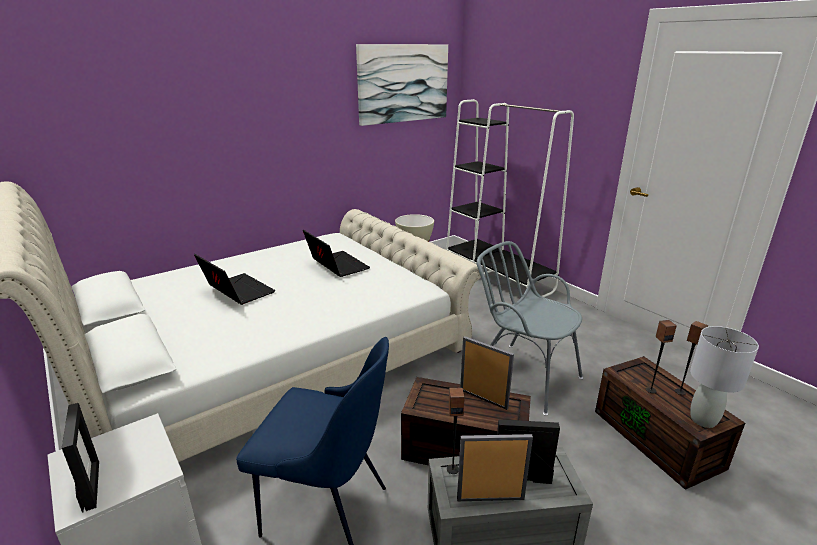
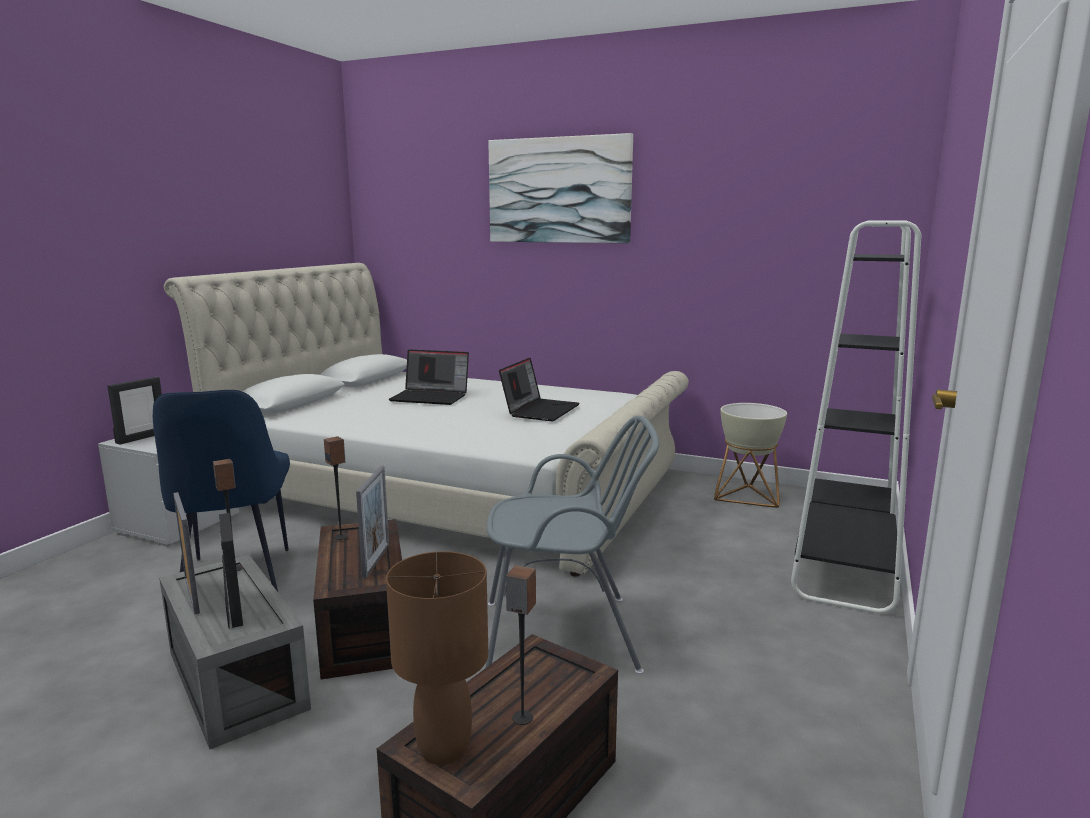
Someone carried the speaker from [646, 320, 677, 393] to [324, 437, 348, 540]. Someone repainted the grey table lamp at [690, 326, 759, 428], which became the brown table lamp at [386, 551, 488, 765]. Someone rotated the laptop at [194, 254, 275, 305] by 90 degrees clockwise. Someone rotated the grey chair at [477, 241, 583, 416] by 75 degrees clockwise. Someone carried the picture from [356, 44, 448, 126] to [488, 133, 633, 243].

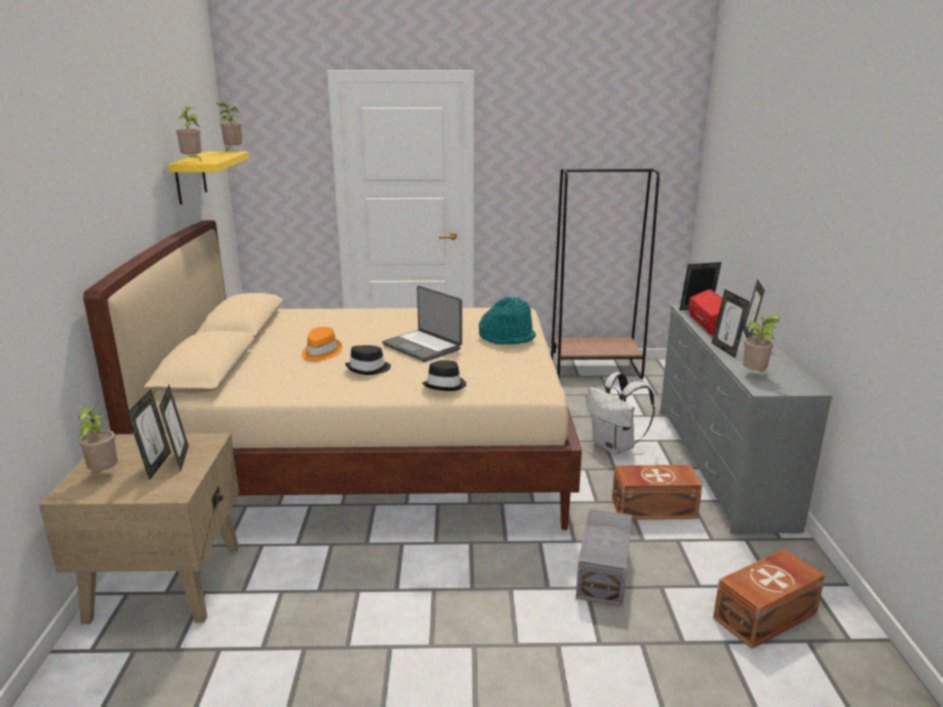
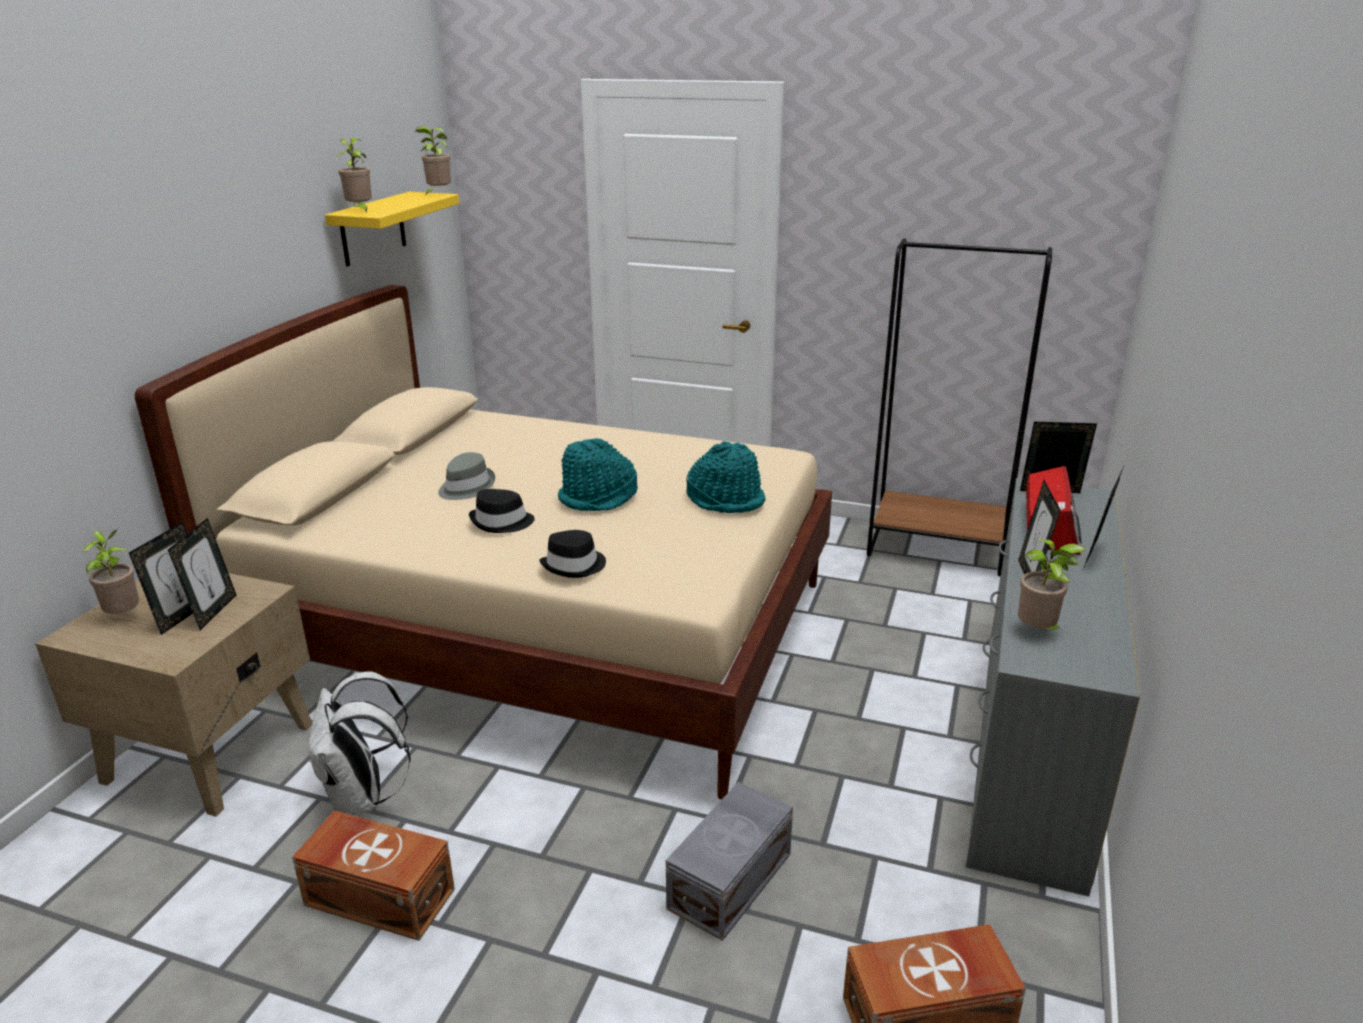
Someone carried the brown storage box from [612, 465, 702, 520] to [292, 810, 455, 941]. Someone carried the white backpack from [586, 372, 655, 455] to [309, 671, 411, 815]. Someone repainted the orange hat at [302, 327, 342, 361], which became the grey hat at [438, 452, 495, 500]. Someone swapped the laptop at [382, 286, 462, 362] for the turquoise hat at [558, 438, 638, 511].

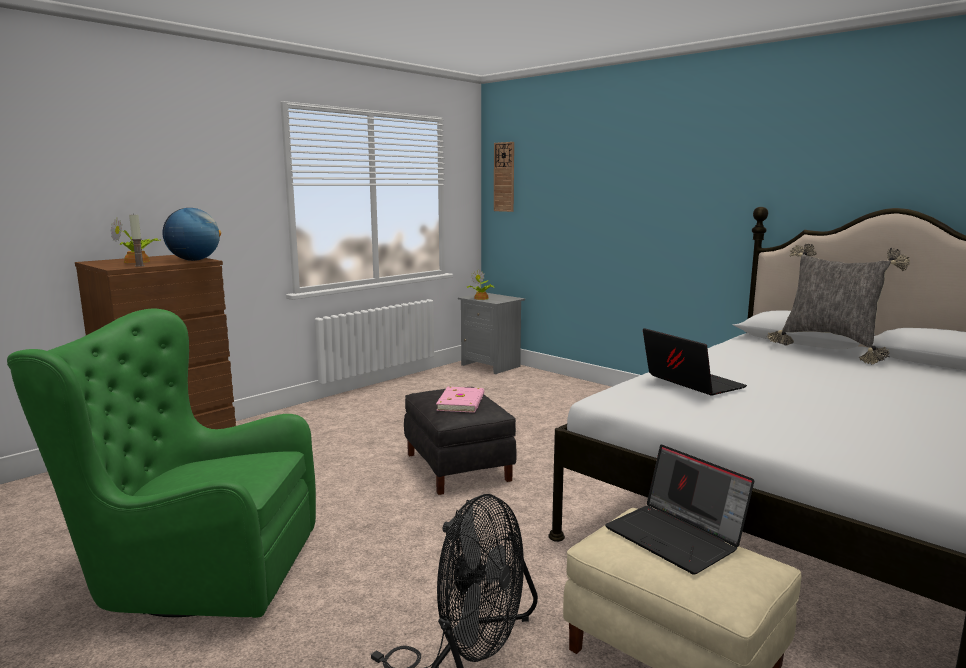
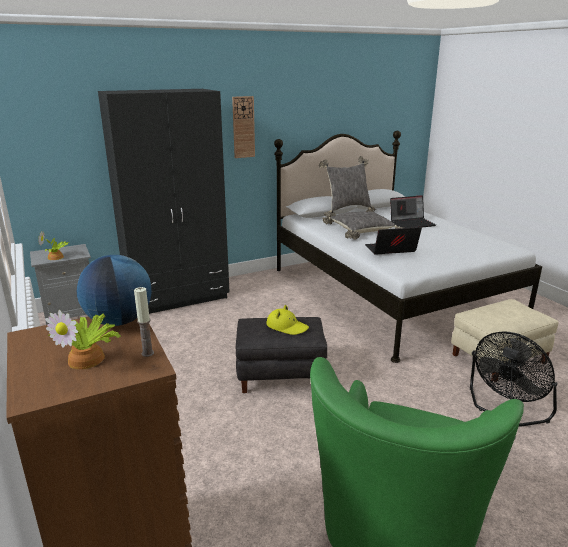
Someone put down the black wardrobe at [98, 89, 230, 314]. Someone carried the wall clock from [494, 142, 514, 212] to [232, 96, 255, 158]. Someone swapped the pink book at [436, 387, 484, 413] for the yellow hat at [266, 305, 309, 335]. Someone put down the pillow at [322, 211, 405, 240]. Someone carried the laptop from [605, 445, 754, 575] to [390, 195, 436, 228].

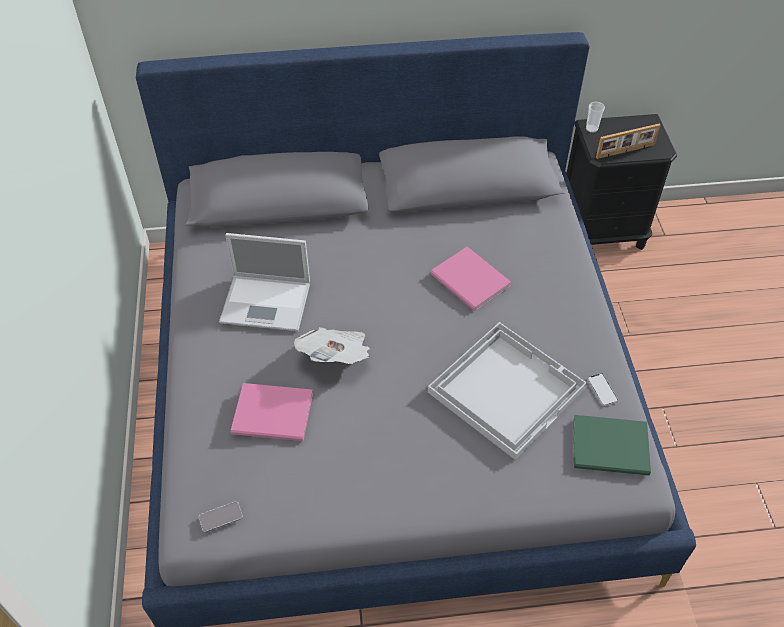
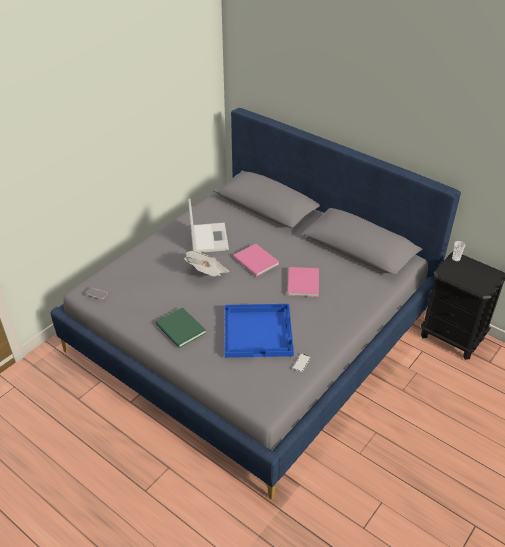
Someone carried the green book from [573, 415, 651, 476] to [155, 307, 206, 348]. Someone rotated the laptop at [219, 233, 310, 331] by 150 degrees counterclockwise. Someone repainted the white tray at [428, 322, 587, 460], which became the blue tray at [225, 304, 294, 358]. Someone carried the pink book from [231, 383, 313, 441] to [233, 244, 279, 276]. Someone took away the picture frame at [596, 124, 661, 159].

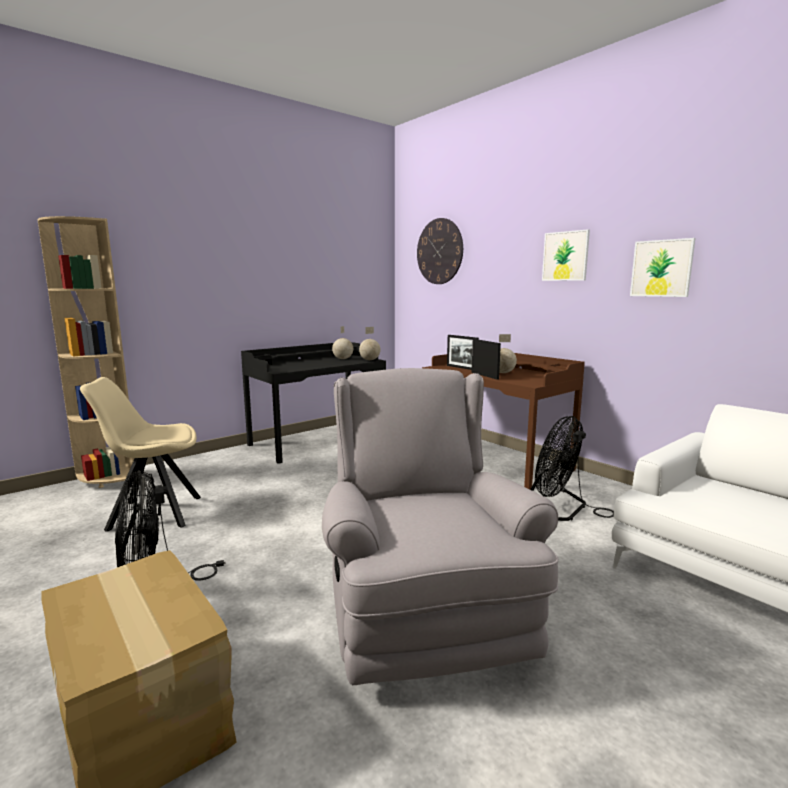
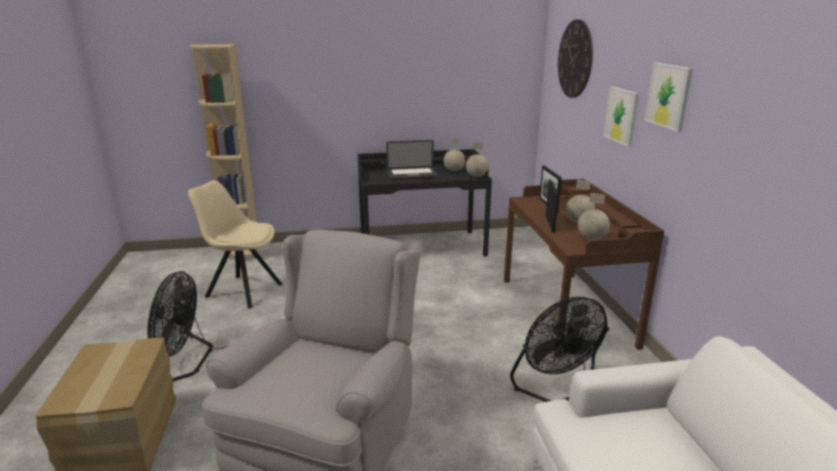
Someone put down the laptop at [386, 140, 438, 180]. Someone put down the globe at [578, 193, 610, 240]. Someone carried the picture from [630, 238, 696, 297] to [603, 86, 639, 147].

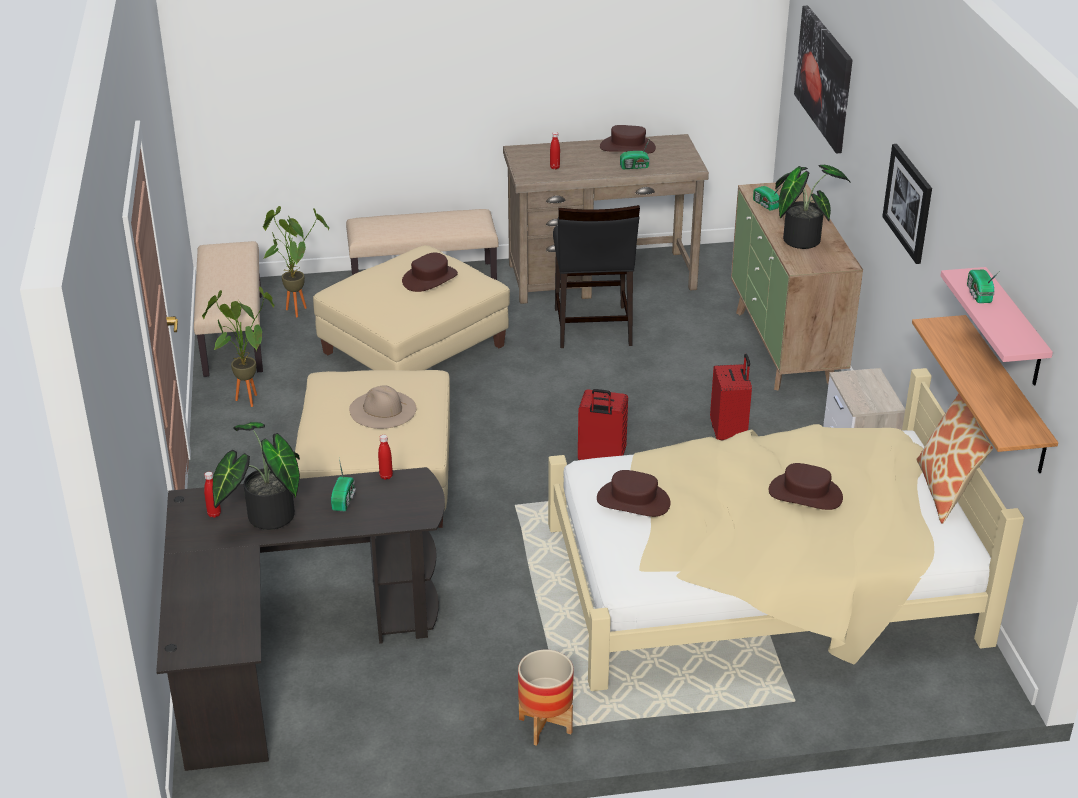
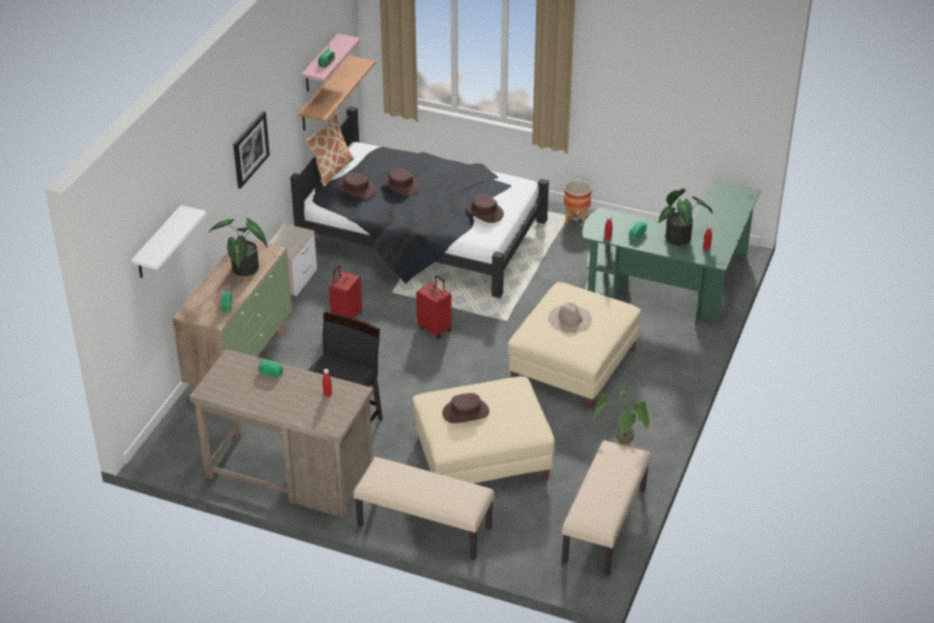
Someone swapped the picture at [794, 6, 853, 153] for the white shelf at [131, 205, 206, 278]. Someone repainted the beige bed at [548, 368, 1024, 691], which became the black bed at [290, 106, 549, 298]. Someone carried the brown hat from [600, 125, 656, 153] to [338, 172, 376, 199]. Someone repainted the black desk at [156, 467, 445, 771], which became the green desk at [583, 180, 761, 326]. Someone took away the potted plant at [263, 206, 329, 317].

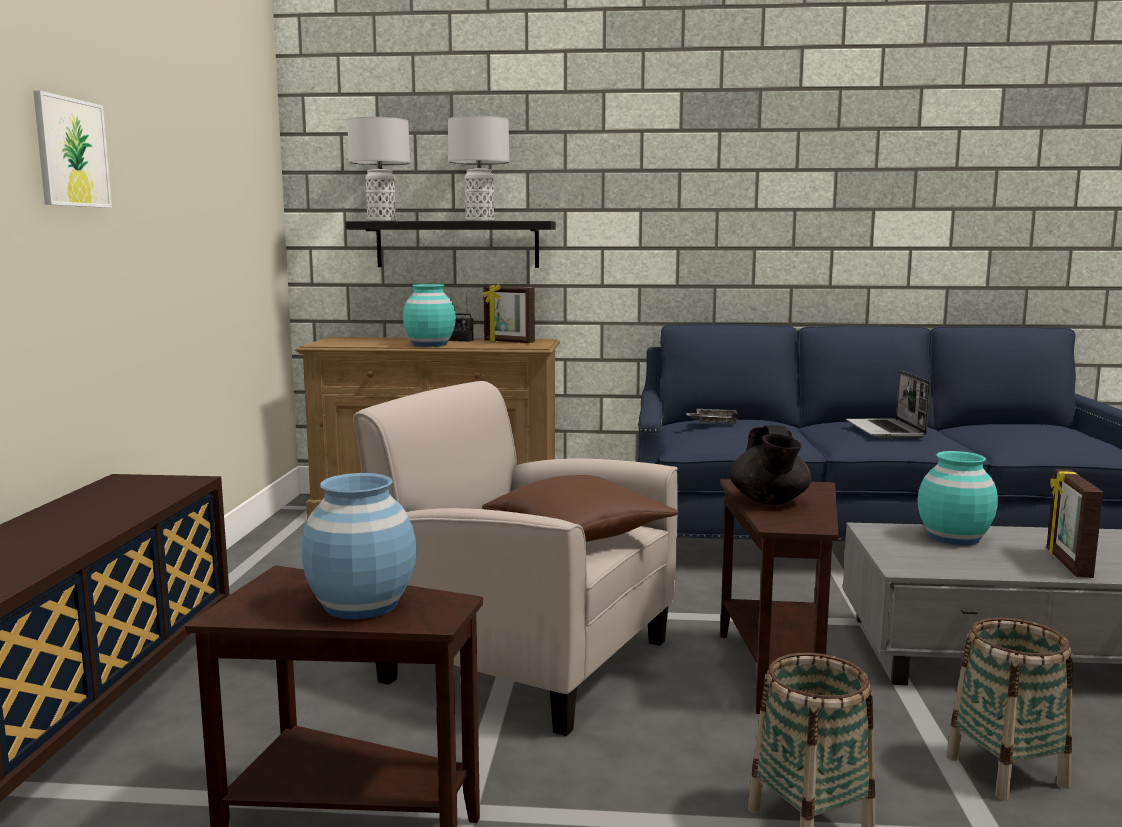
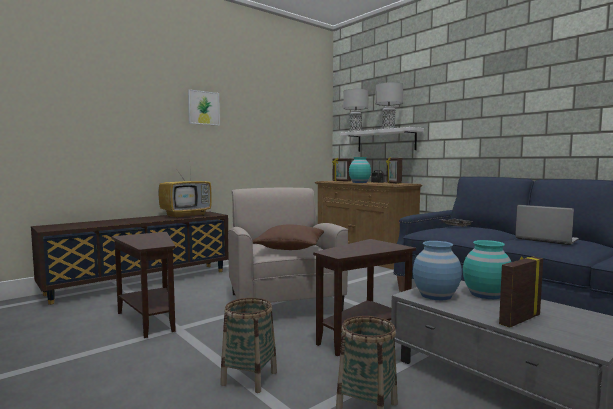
Someone put down the television at [159, 164, 212, 218]. Someone put down the picture frame at [332, 158, 351, 181]. Someone repainted the black shelf at [345, 221, 556, 268], which became the white shelf at [340, 127, 424, 152]. Someone carried the blue vase from [302, 473, 417, 619] to [413, 241, 462, 300]. Someone rotated the laptop at [846, 370, 930, 438] by 90 degrees clockwise. Someone took away the black teapot at [730, 425, 811, 505].

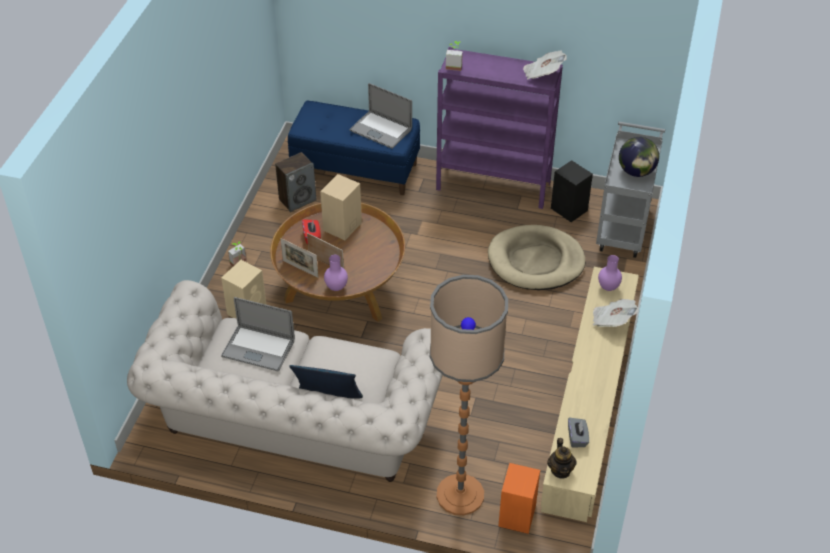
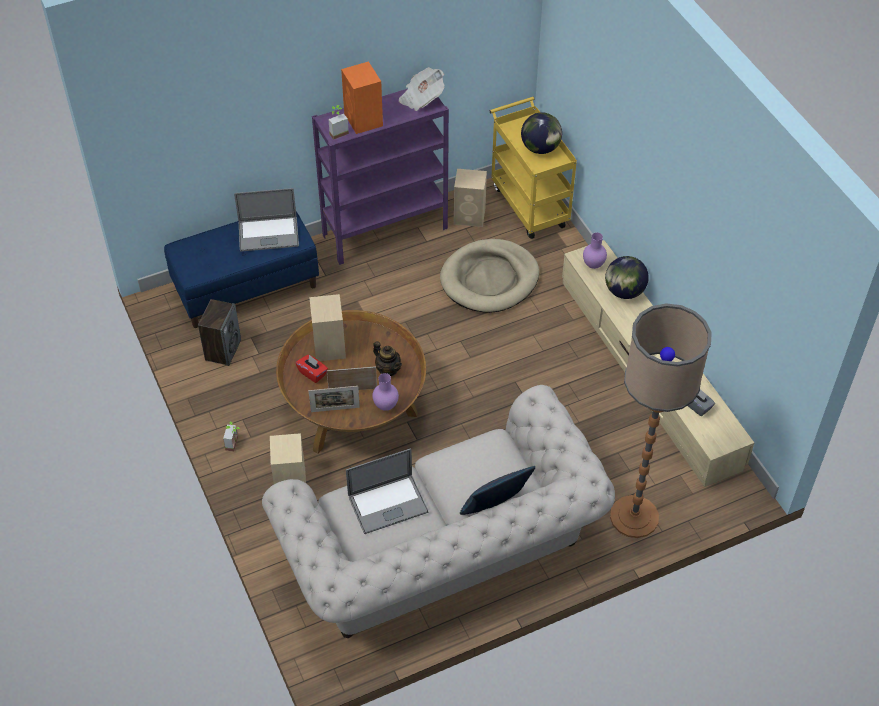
Someone carried the orange speaker from [498, 463, 540, 534] to [341, 61, 383, 134]. Someone carried the teapot from [547, 438, 577, 479] to [373, 341, 402, 376]. Someone repainted the black speaker at [551, 160, 593, 222], which became the beige speaker at [454, 169, 487, 227]. Someone repainted the grey cart at [596, 122, 665, 258], which became the yellow cart at [490, 97, 577, 239]. Someone swapped the newspaper at [593, 299, 638, 327] for the globe at [605, 256, 649, 299].

